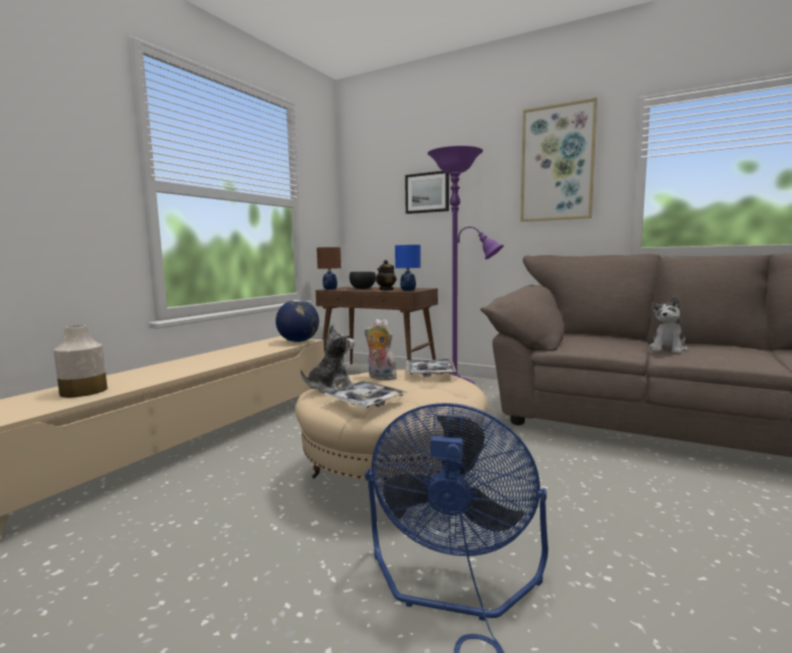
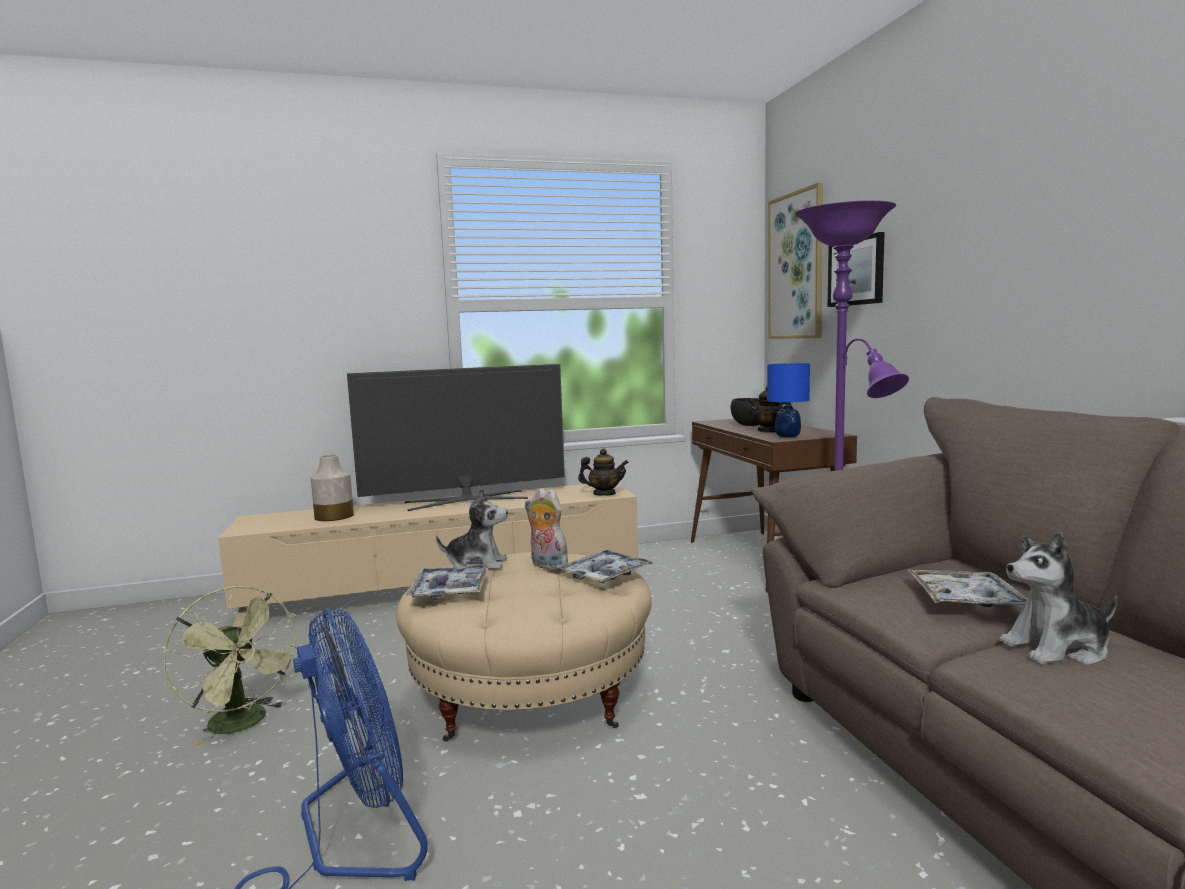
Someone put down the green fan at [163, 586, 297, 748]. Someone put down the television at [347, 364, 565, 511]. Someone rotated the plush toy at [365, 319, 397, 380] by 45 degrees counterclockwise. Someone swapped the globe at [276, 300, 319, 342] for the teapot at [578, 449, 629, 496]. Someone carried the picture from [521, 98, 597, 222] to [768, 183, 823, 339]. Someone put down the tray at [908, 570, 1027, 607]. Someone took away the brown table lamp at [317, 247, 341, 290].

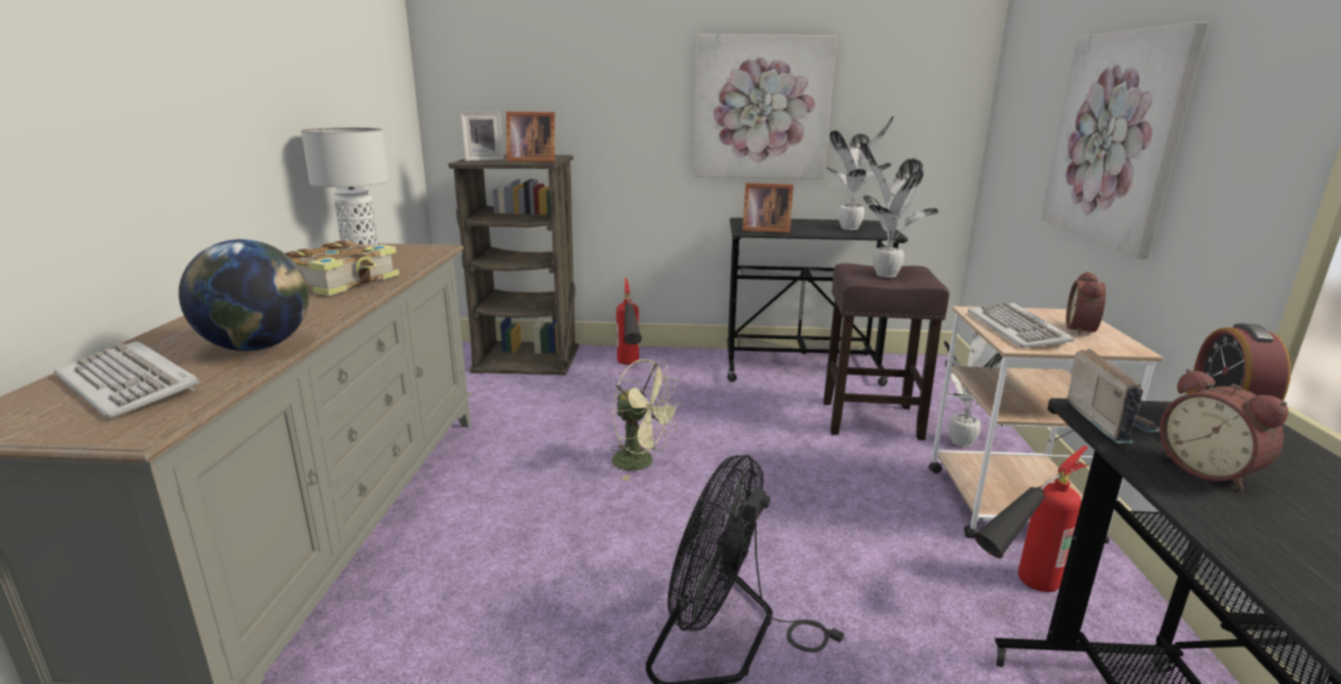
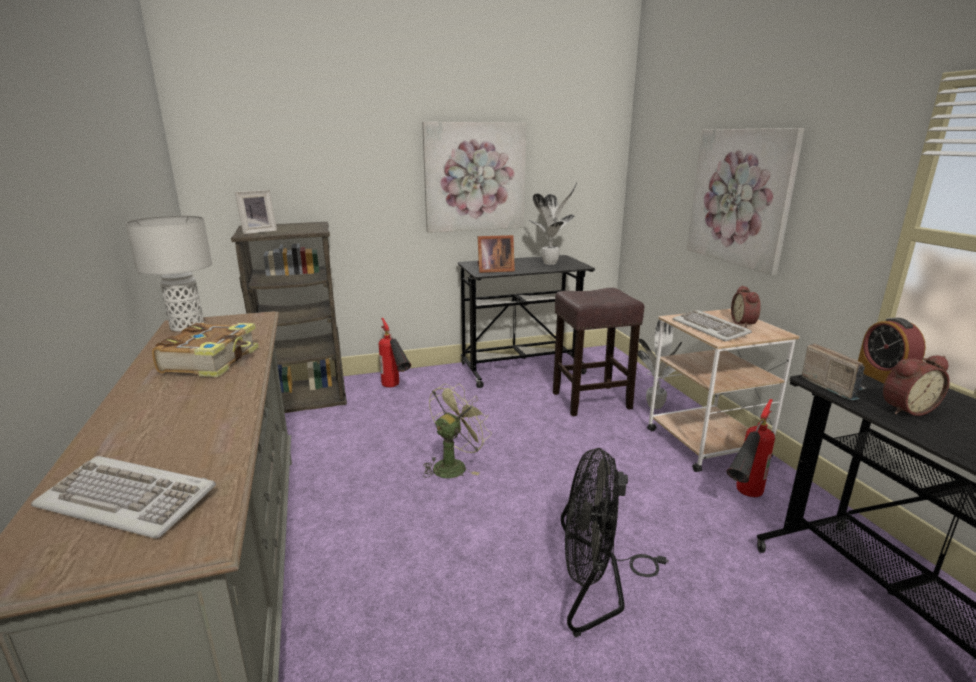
Someone rotated the green fan at [611, 359, 682, 481] by 60 degrees counterclockwise. Someone rotated the alarm clock at [1160, 369, 1288, 491] by 60 degrees counterclockwise. Someone took away the globe at [179, 239, 309, 351]. Someone took away the picture frame at [506, 112, 555, 162]. Someone took away the potted plant at [861, 142, 939, 278].

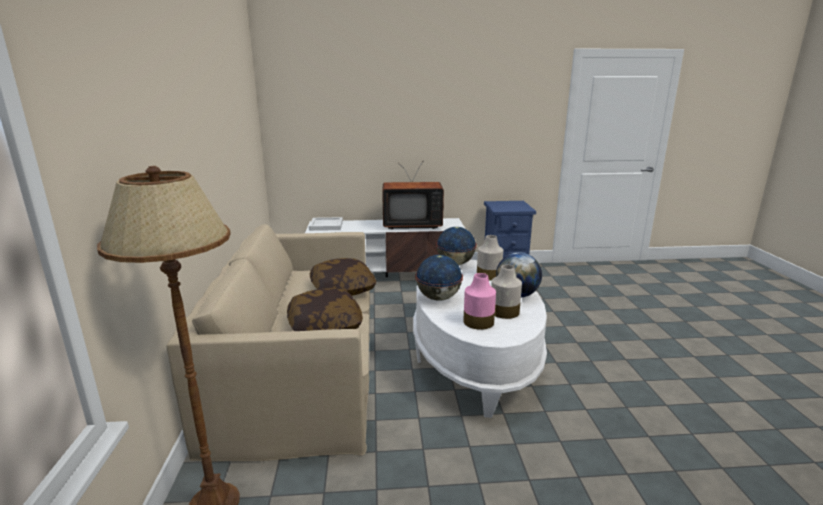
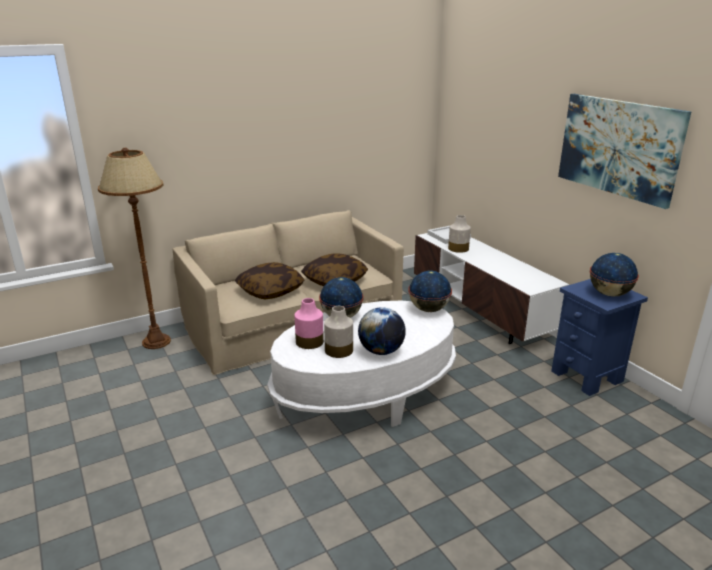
Someone carried the beige vase from [477, 235, 503, 280] to [448, 215, 471, 253]. Someone put up the picture at [558, 94, 691, 209]. Someone put down the globe at [589, 253, 639, 297]. Someone took away the television at [382, 160, 444, 229].

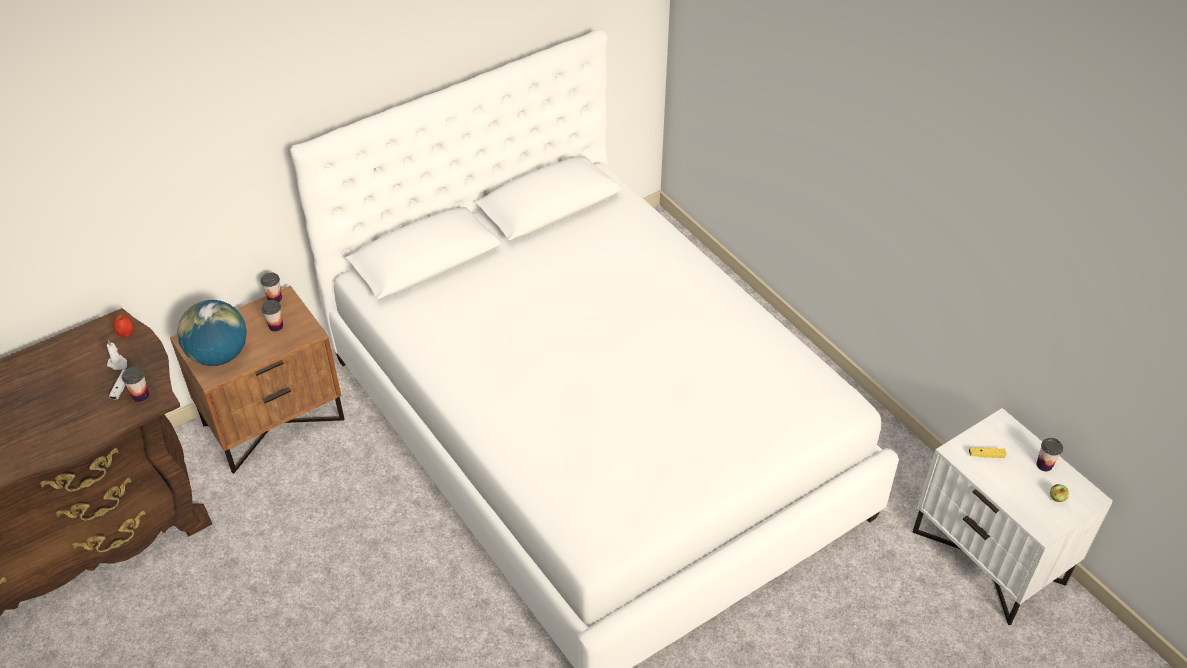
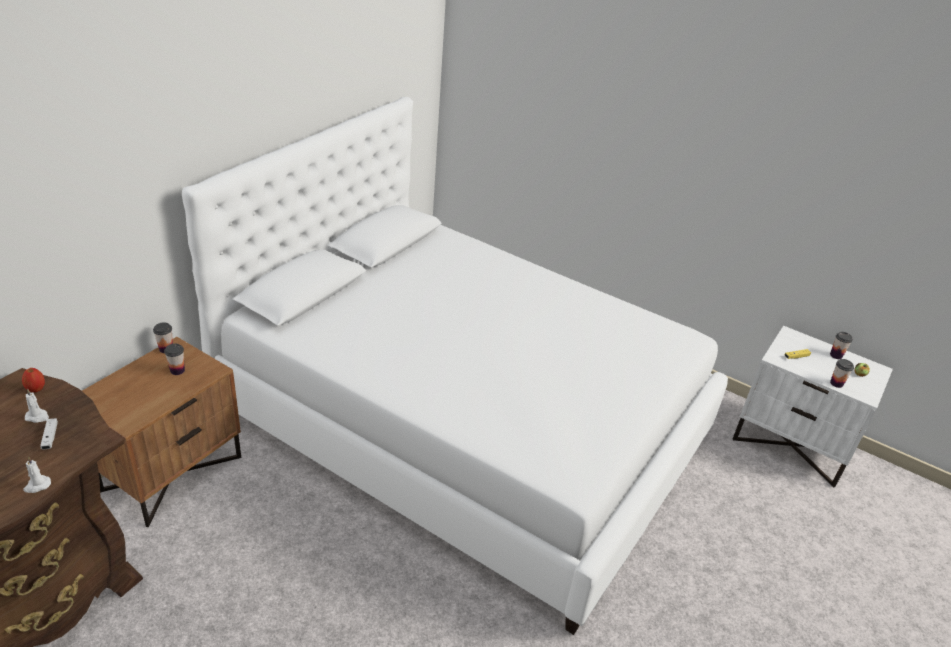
Someone put down the white candle at [23, 457, 51, 493]. Someone carried the cup from [122, 367, 149, 402] to [830, 359, 854, 388]. Someone took away the globe at [177, 300, 247, 366].

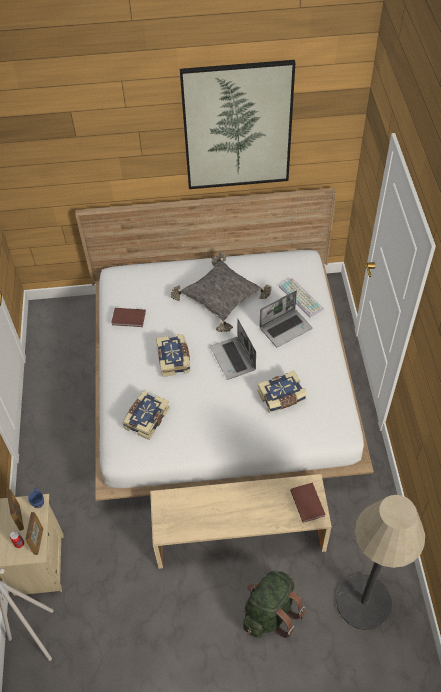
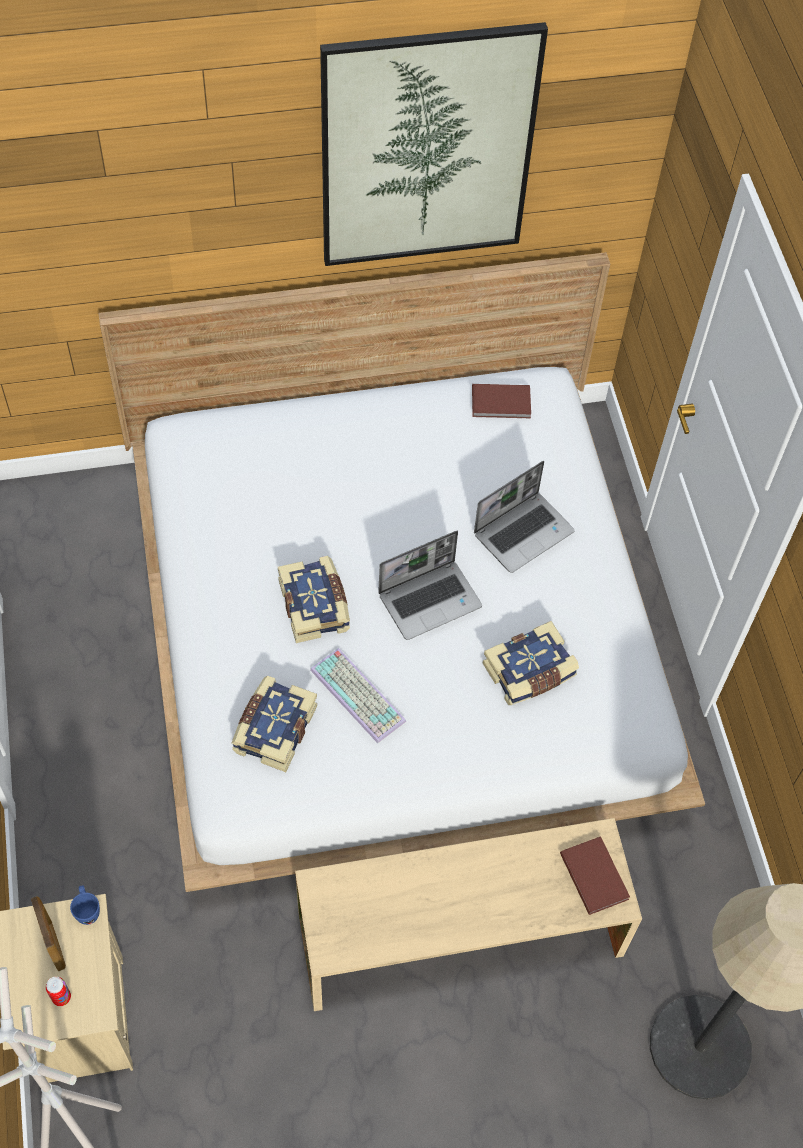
Someone carried the keyboard from [279, 278, 324, 318] to [310, 648, 406, 743]. Someone rotated the laptop at [210, 319, 256, 380] by 90 degrees counterclockwise. Someone carried the brown book from [111, 308, 146, 327] to [472, 384, 531, 418]. Someone took away the picture frame at [25, 512, 43, 555]. Someone took away the pillow at [171, 251, 272, 332]. Someone took away the green backpack at [243, 571, 305, 638].

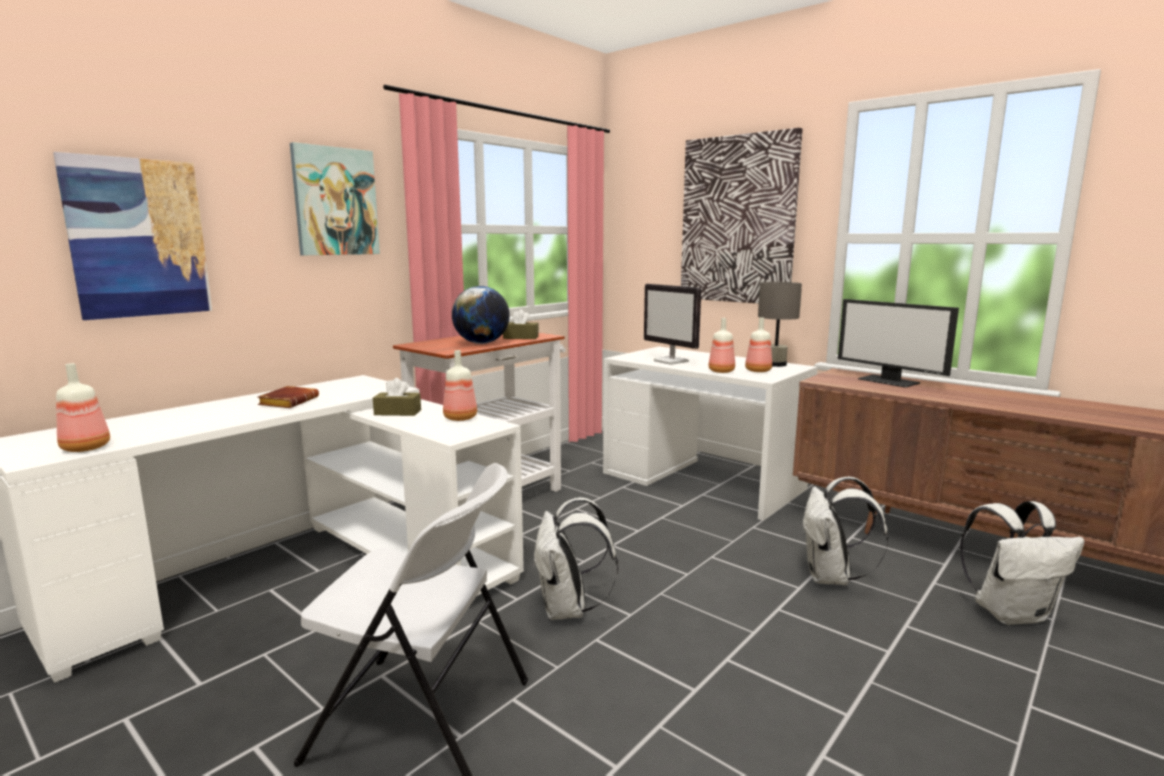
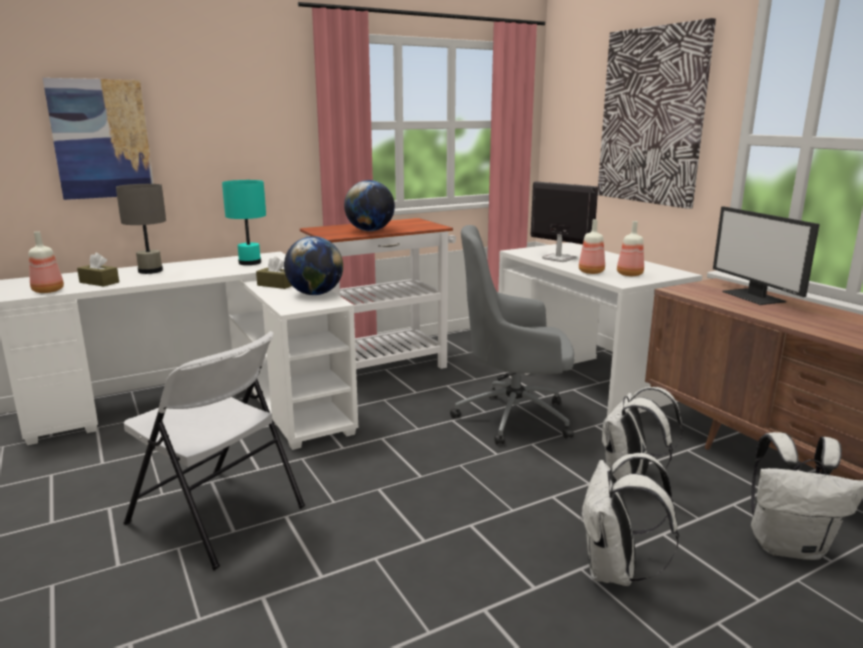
Someone carried the brown tissue box from [503, 309, 539, 339] to [77, 253, 119, 287]. Someone carried the grey table lamp from [758, 282, 802, 367] to [116, 184, 166, 274]. Someone put down the turquoise table lamp at [222, 180, 266, 265]. Someone swapped the bottle at [443, 350, 477, 421] for the globe at [284, 236, 343, 295]. Someone put down the grey office chair at [450, 225, 575, 445]. Someone rotated the monitor at [644, 284, 701, 365] by 150 degrees clockwise. Someone carried the white backpack from [533, 497, 618, 620] to [580, 453, 679, 586]. Someone took away the brown book at [258, 386, 319, 408]. Someone took away the picture at [290, 142, 380, 255].

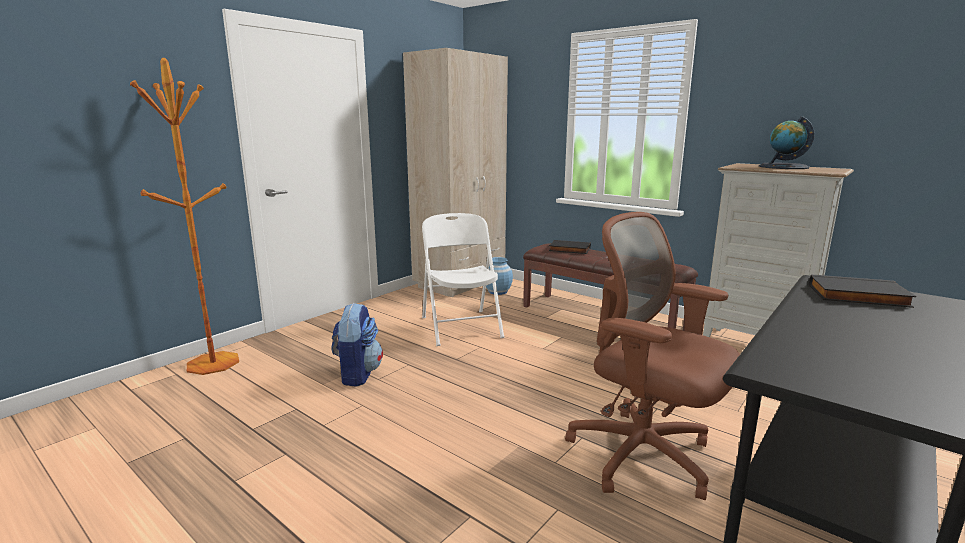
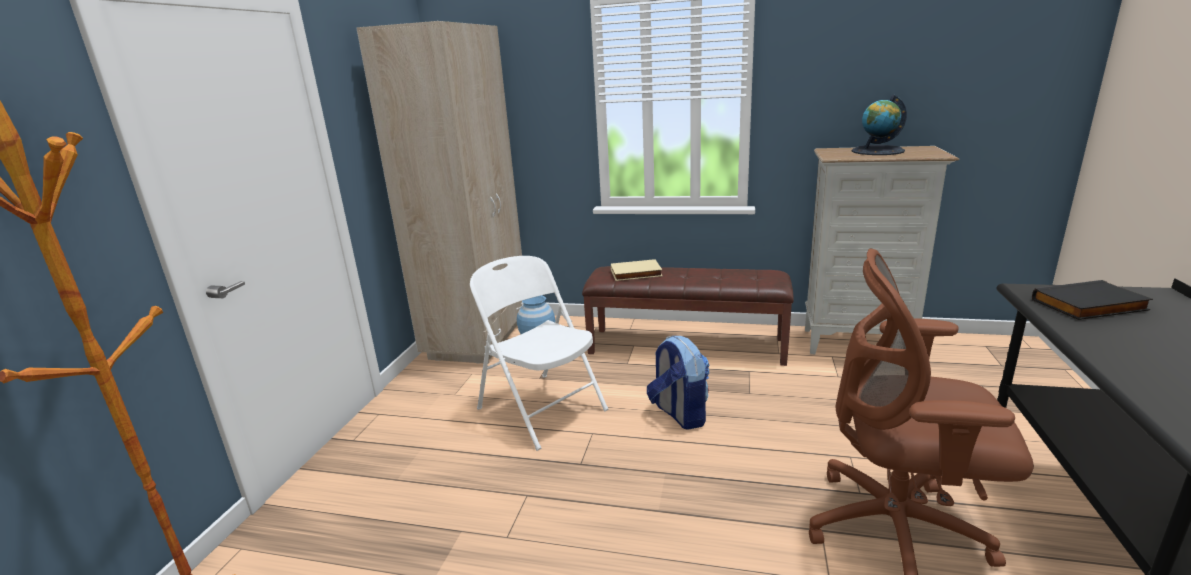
Someone repainted the black book at [549, 240, 591, 254], which became the beige book at [611, 259, 662, 281]. Someone carried the backpack from [331, 303, 383, 387] to [647, 336, 710, 430].

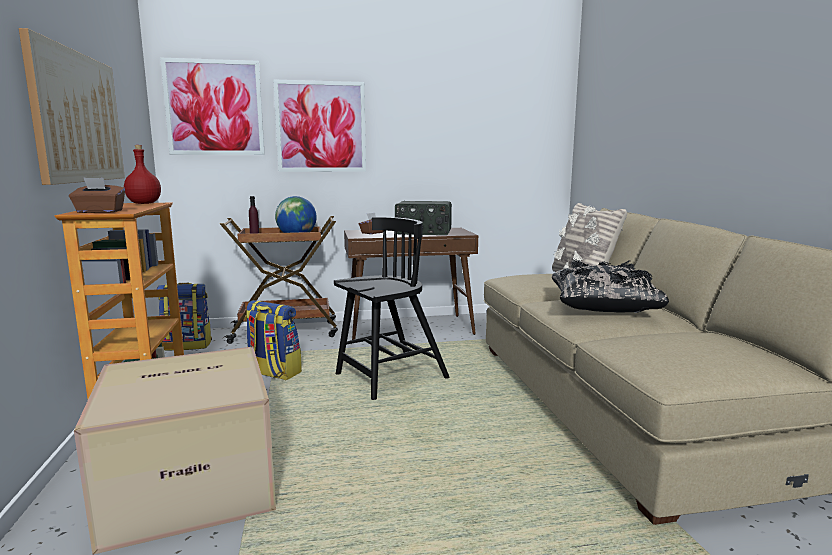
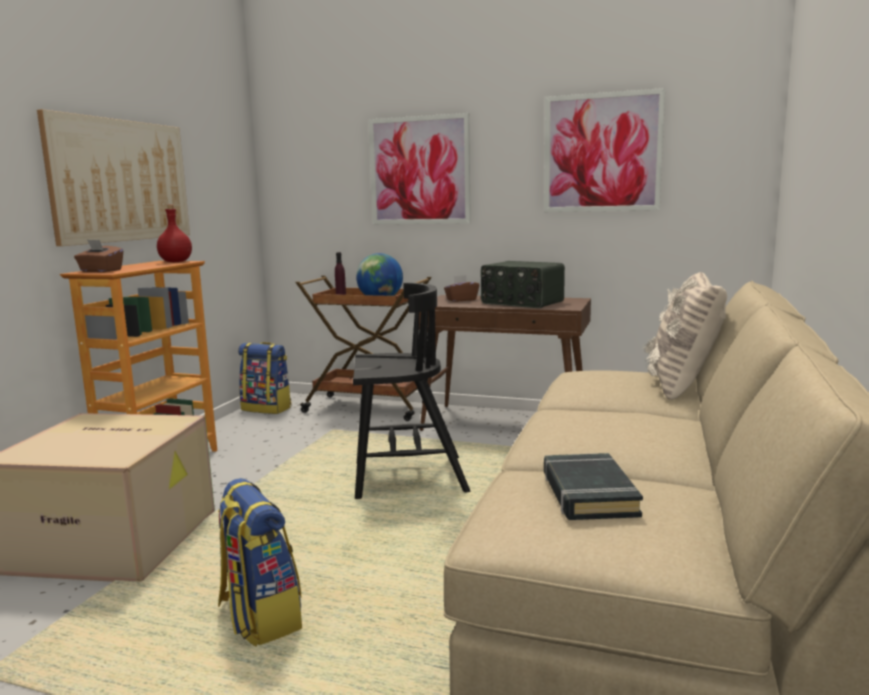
Someone carried the backpack from [245, 300, 302, 381] to [218, 478, 302, 646]. Someone carried the picture from [160, 58, 265, 155] to [544, 88, 665, 212]. Someone put down the black book at [544, 453, 643, 520]. Someone took away the black pillow at [552, 259, 669, 313].

